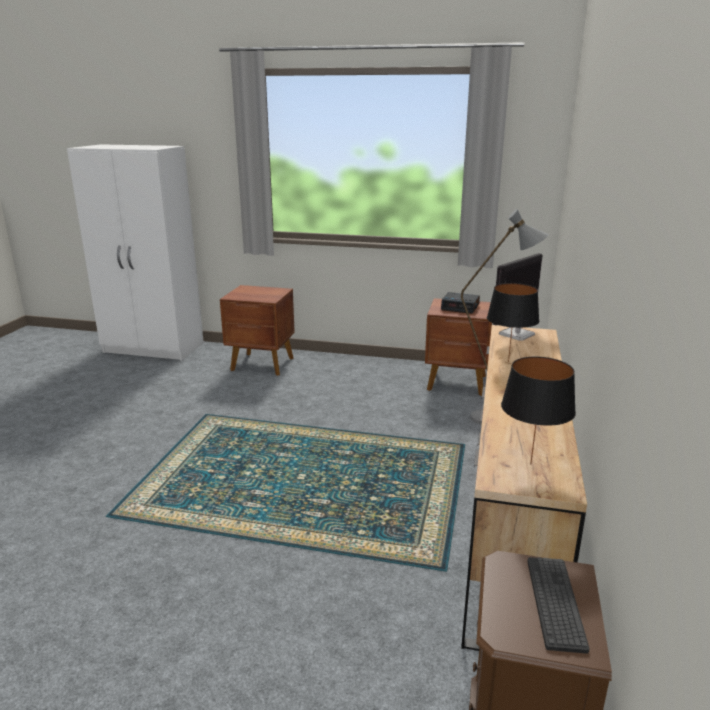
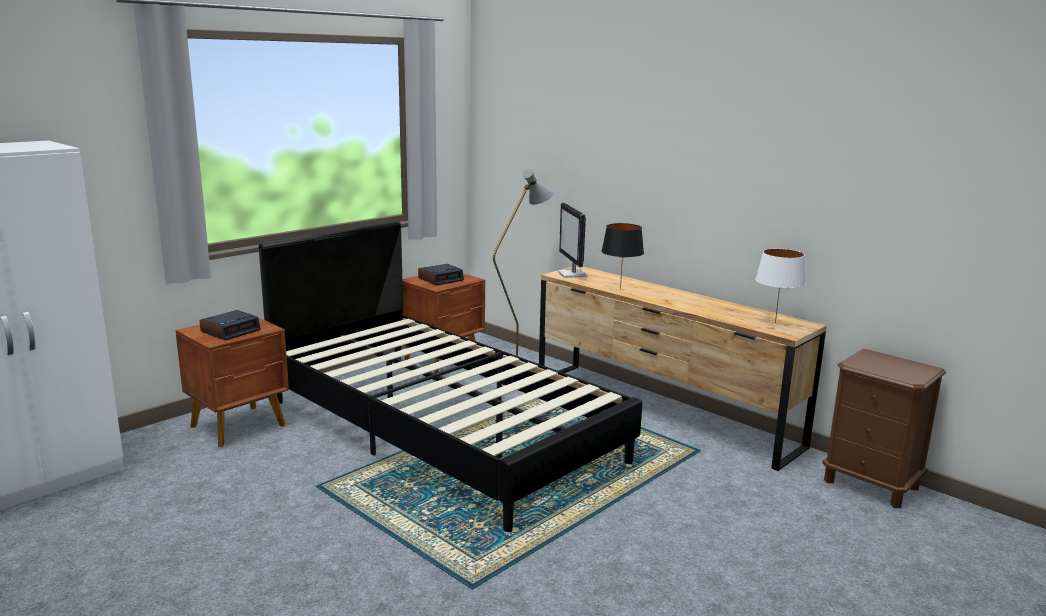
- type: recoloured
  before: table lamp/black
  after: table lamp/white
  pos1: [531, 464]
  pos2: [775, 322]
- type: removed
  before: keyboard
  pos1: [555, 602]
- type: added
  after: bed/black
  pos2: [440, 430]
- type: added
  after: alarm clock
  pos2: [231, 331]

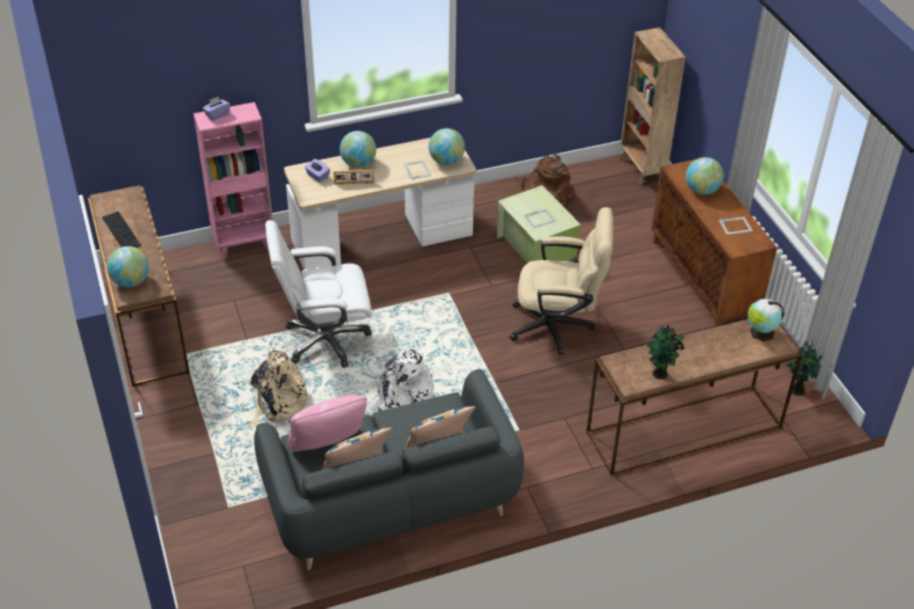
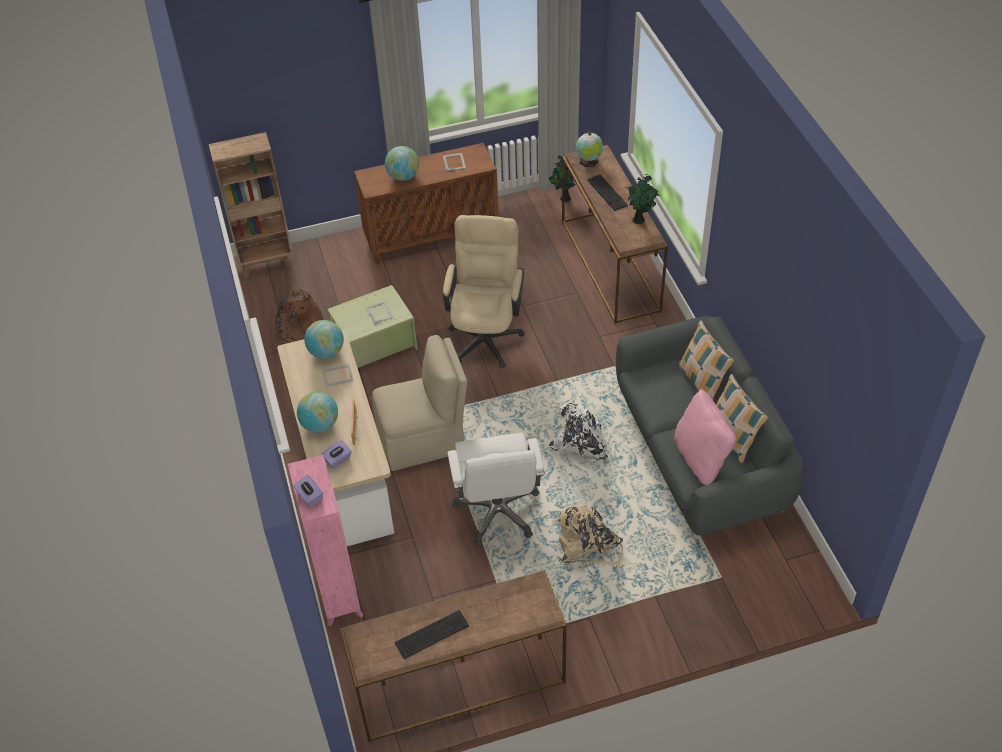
- type: removed
  before: globe
  pos1: [131, 281]
- type: added
  after: keyboard
  pos2: [607, 192]
- type: added
  after: chair/beige
  pos2: [423, 440]

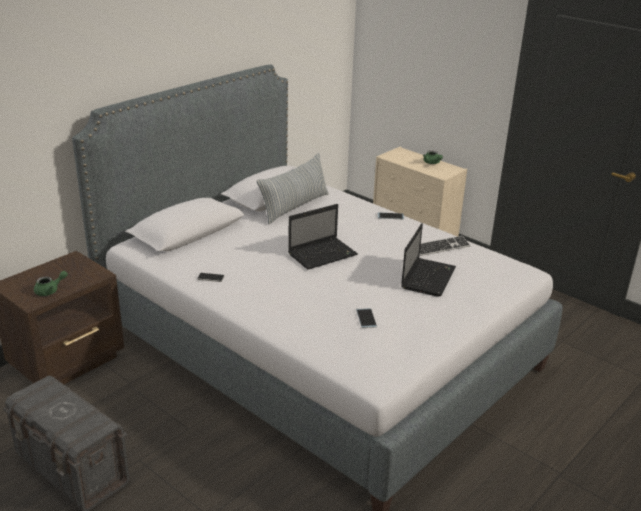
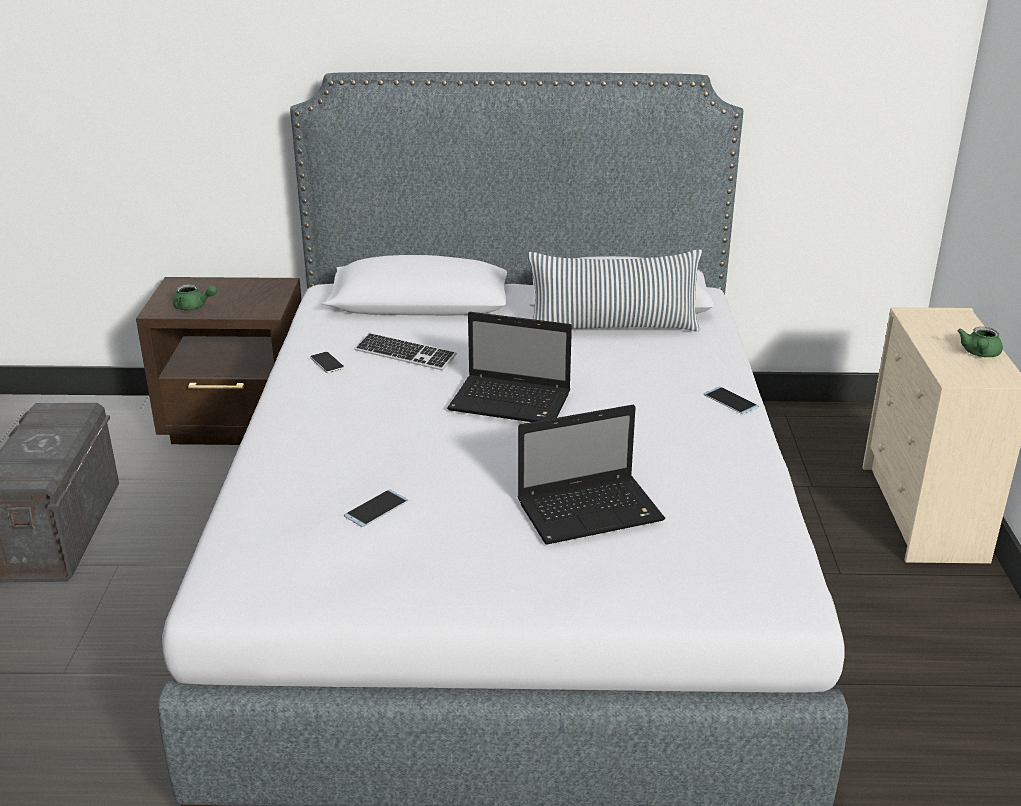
- type: moved
  before: keyboard
  pos1: [441, 247]
  pos2: [405, 354]

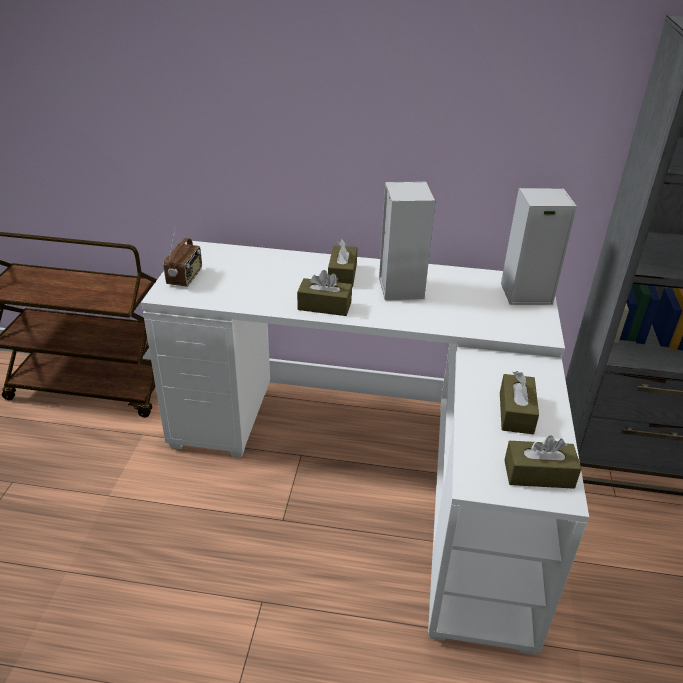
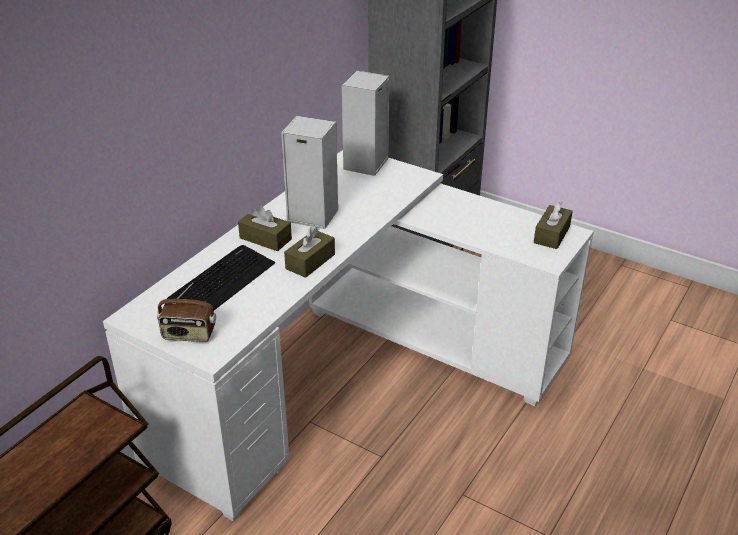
- type: turned
  before: radio
  pos1: [185, 277]
  pos2: [188, 335]
  turn: 150
- type: removed
  before: tissue box/brown
  pos1: [516, 413]
- type: added
  after: keyboard
  pos2: [221, 282]

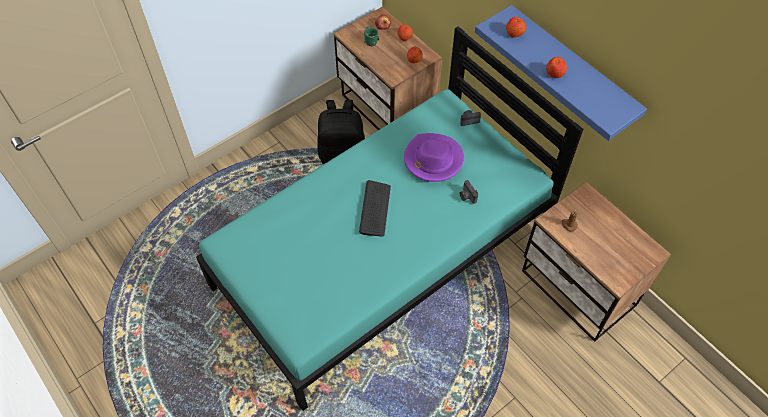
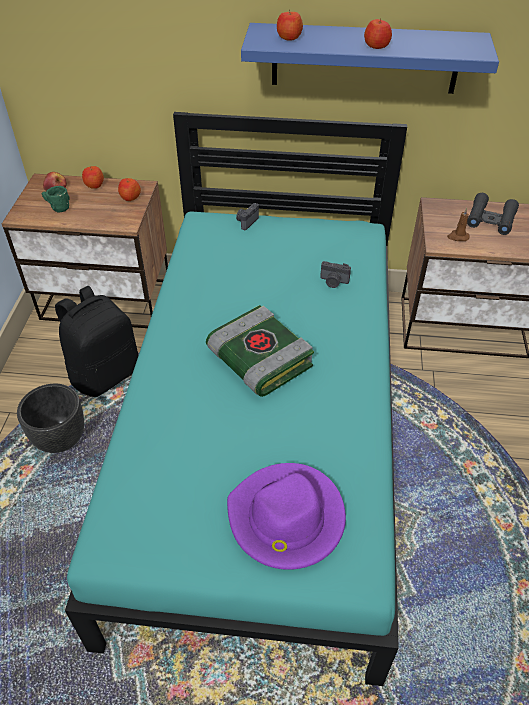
- type: moved
  before: hat/purple
  pos1: [433, 159]
  pos2: [286, 518]
- type: replaced
  before: keyboard
  after: book
  pos1: [375, 209]
  pos2: [258, 359]
- type: added
  after: binoculars/black
  pos2: [491, 219]
- type: added
  after: planter/black
  pos2: [60, 440]

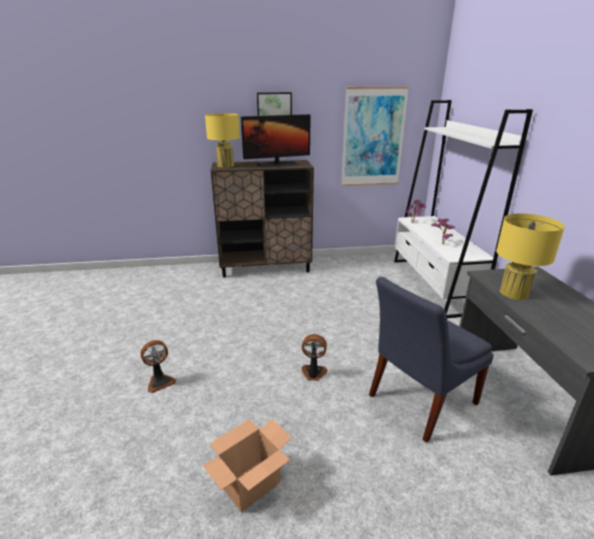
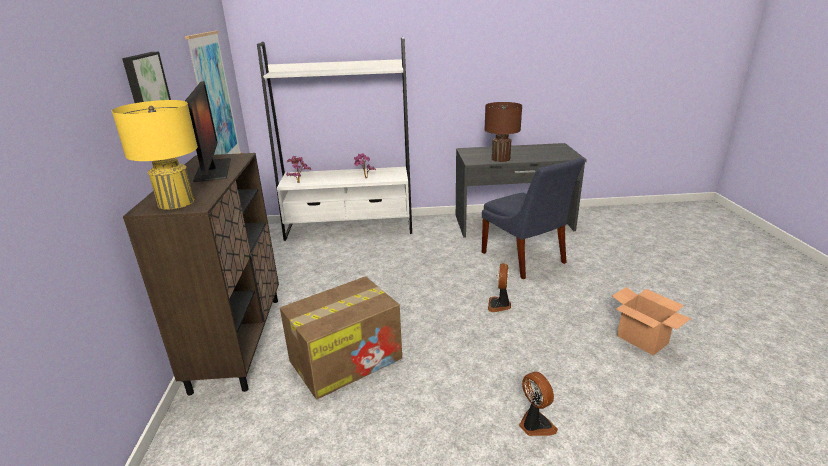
- type: recoloured
  before: table lamp/yellow
  after: table lamp/brown
  pos1: [514, 293]
  pos2: [500, 159]
- type: added
  after: cardboard box
  pos2: [347, 359]

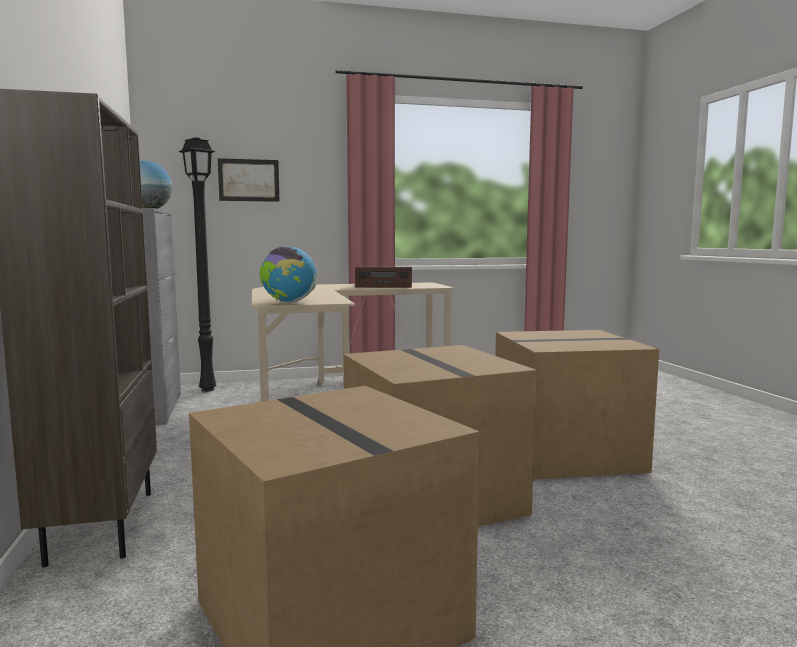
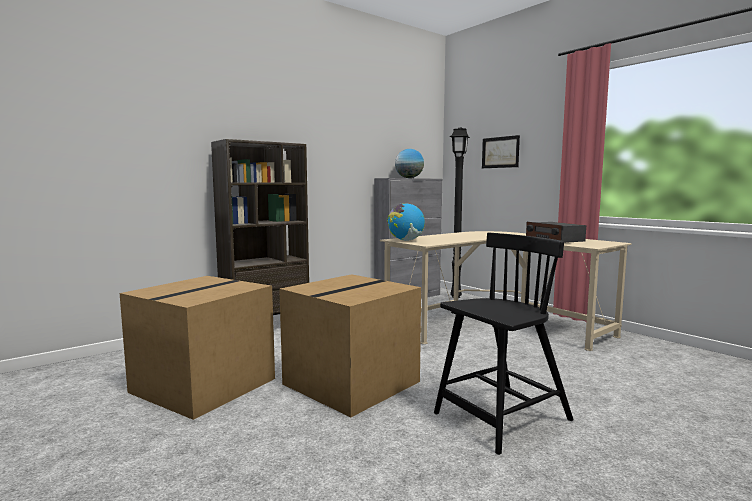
- type: replaced
  before: cardboard box
  after: chair/black
  pos1: [567, 452]
  pos2: [501, 418]

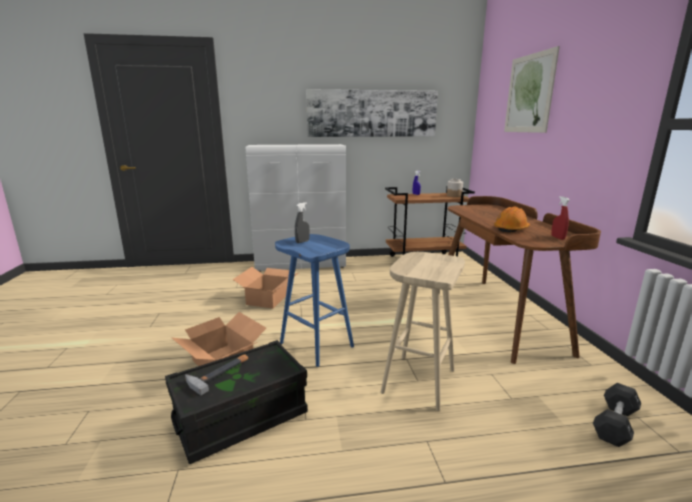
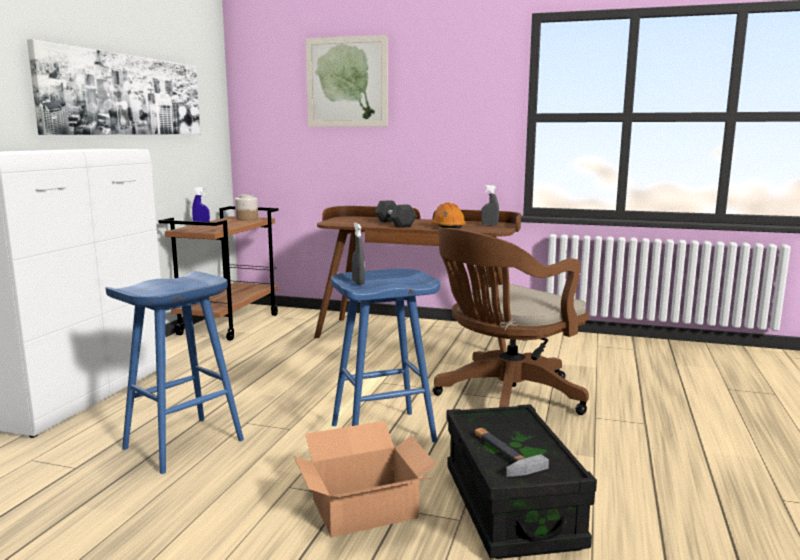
- type: recoloured
  before: spray bottle/red
  after: spray bottle/grey
  pos1: [557, 237]
  pos2: [489, 225]
- type: replaced
  before: stool/beige
  after: office chair/brown
  pos1: [418, 380]
  pos2: [504, 398]
- type: replaced
  before: cardboard box
  after: stool/blue
  pos1: [267, 299]
  pos2: [183, 445]
- type: moved
  before: dumbbell/black
  pos1: [615, 424]
  pos2: [394, 224]

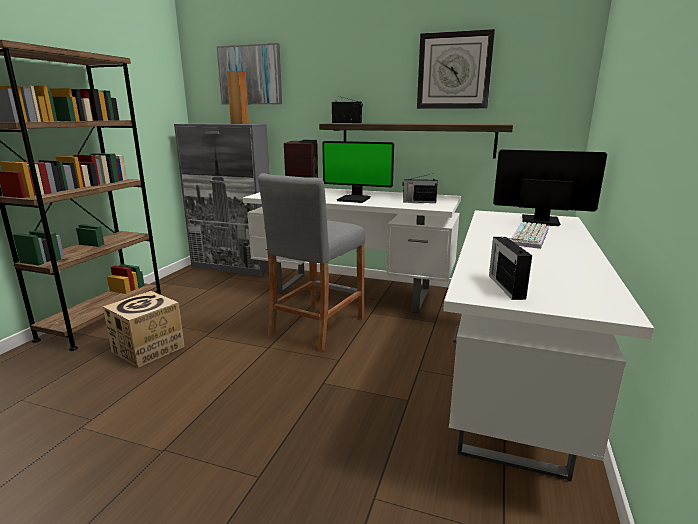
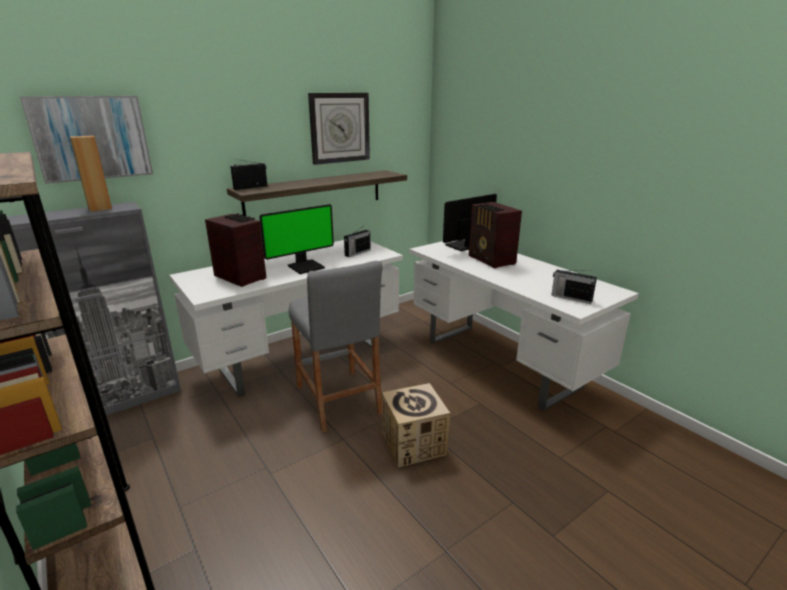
- type: replaced
  before: keyboard
  after: radio
  pos1: [531, 236]
  pos2: [491, 260]
- type: moved
  before: cardboard box
  pos1: [148, 349]
  pos2: [414, 444]

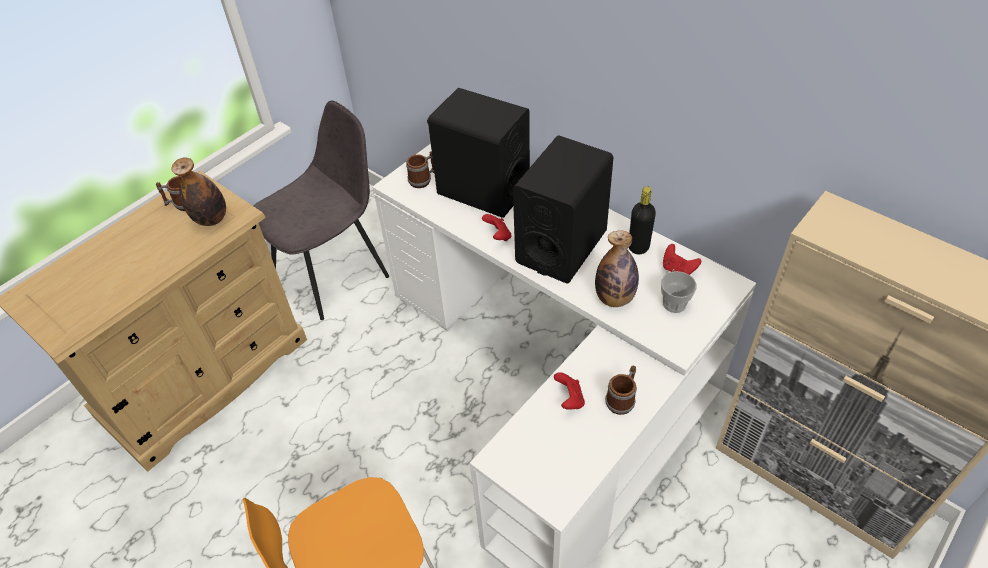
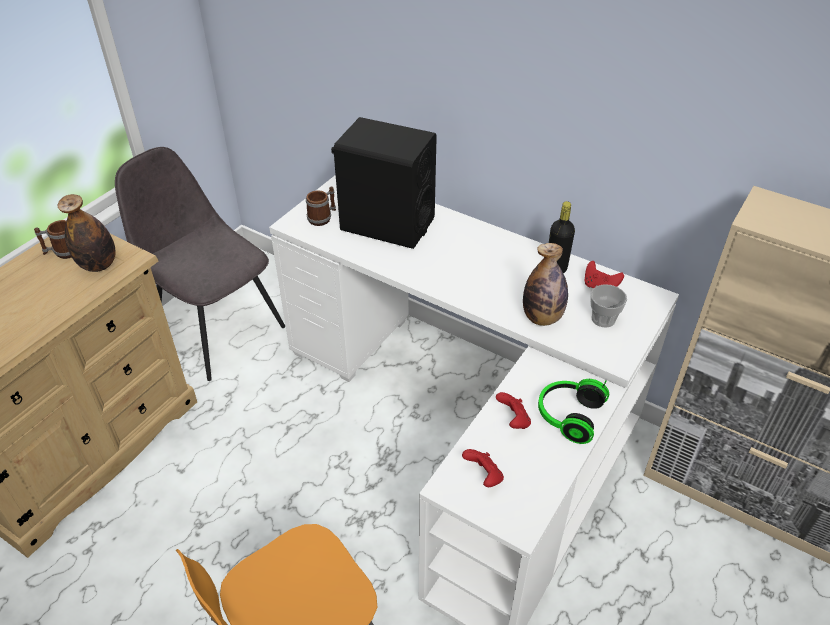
- type: turned
  before: chair/grey
  pos1: [333, 271]
  pos2: [218, 331]
  turn: -90
- type: removed
  before: speaker/black
  pos1: [561, 246]
- type: moved
  before: game controller/red
  pos1: [498, 236]
  pos2: [484, 476]
- type: replaced
  before: mug
  after: headphones
  pos1: [622, 399]
  pos2: [568, 416]

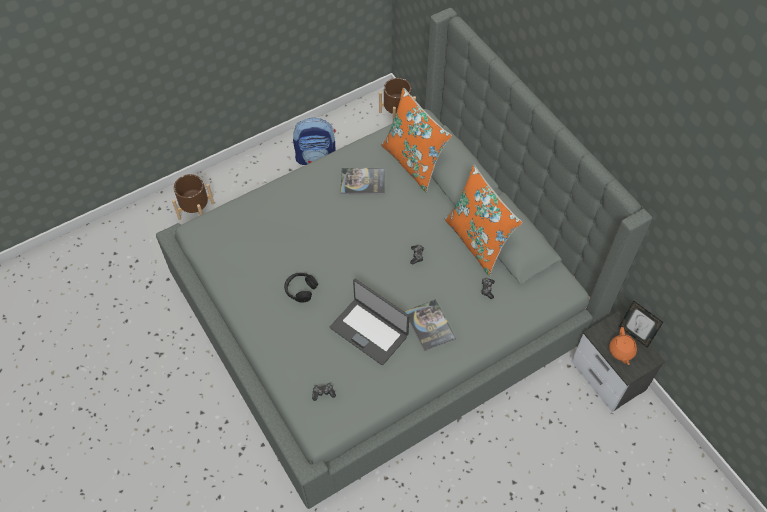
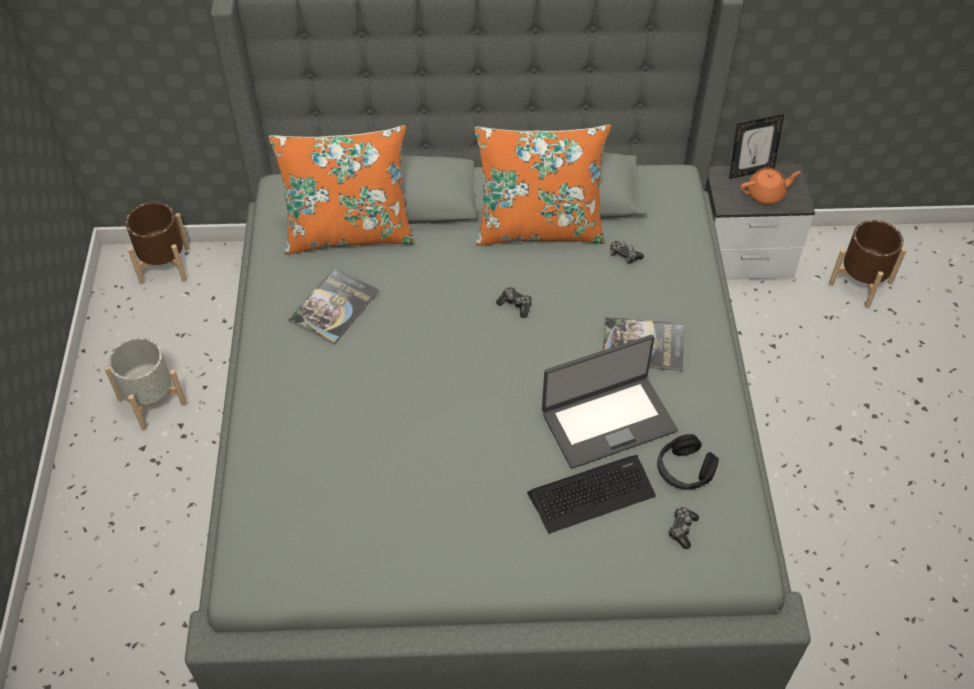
- type: replaced
  before: backpack
  after: planter/grey
  pos1: [316, 157]
  pos2: [152, 401]
- type: moved
  before: planter/brown
  pos1: [196, 210]
  pos2: [860, 283]
- type: moved
  before: headphones/black
  pos1: [300, 289]
  pos2: [684, 470]
- type: turned
  before: teapot/orange
  pos1: [621, 351]
  pos2: [766, 194]
  turn: -45
- type: added
  after: keyboard
  pos2: [592, 494]

